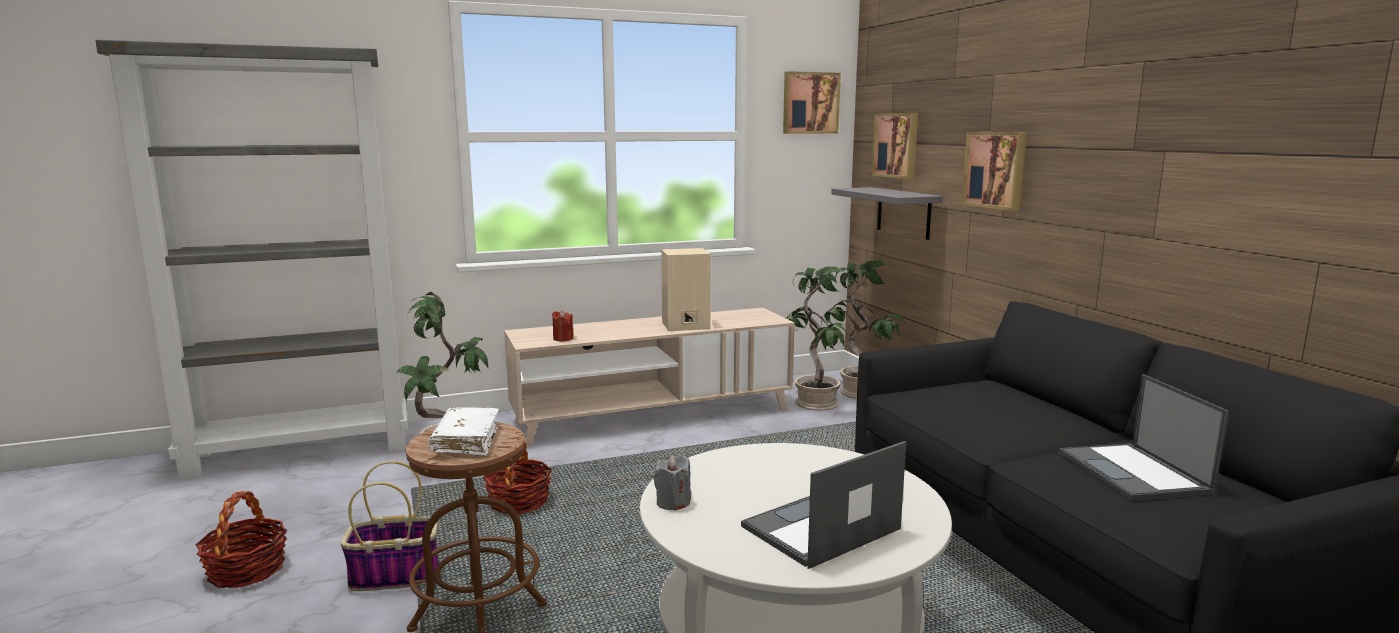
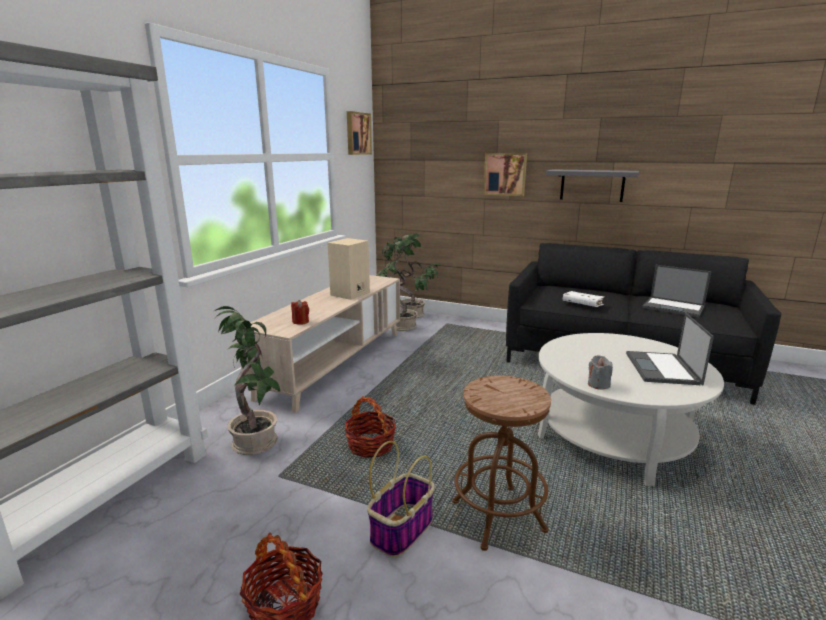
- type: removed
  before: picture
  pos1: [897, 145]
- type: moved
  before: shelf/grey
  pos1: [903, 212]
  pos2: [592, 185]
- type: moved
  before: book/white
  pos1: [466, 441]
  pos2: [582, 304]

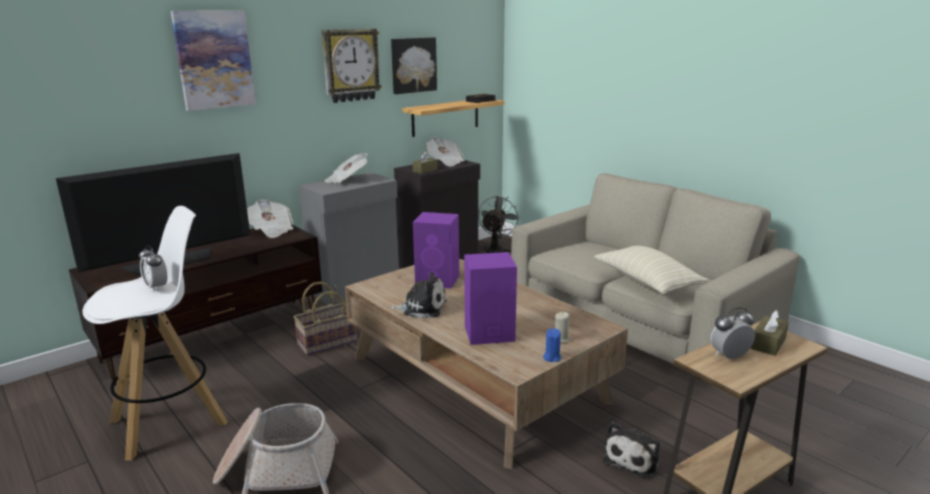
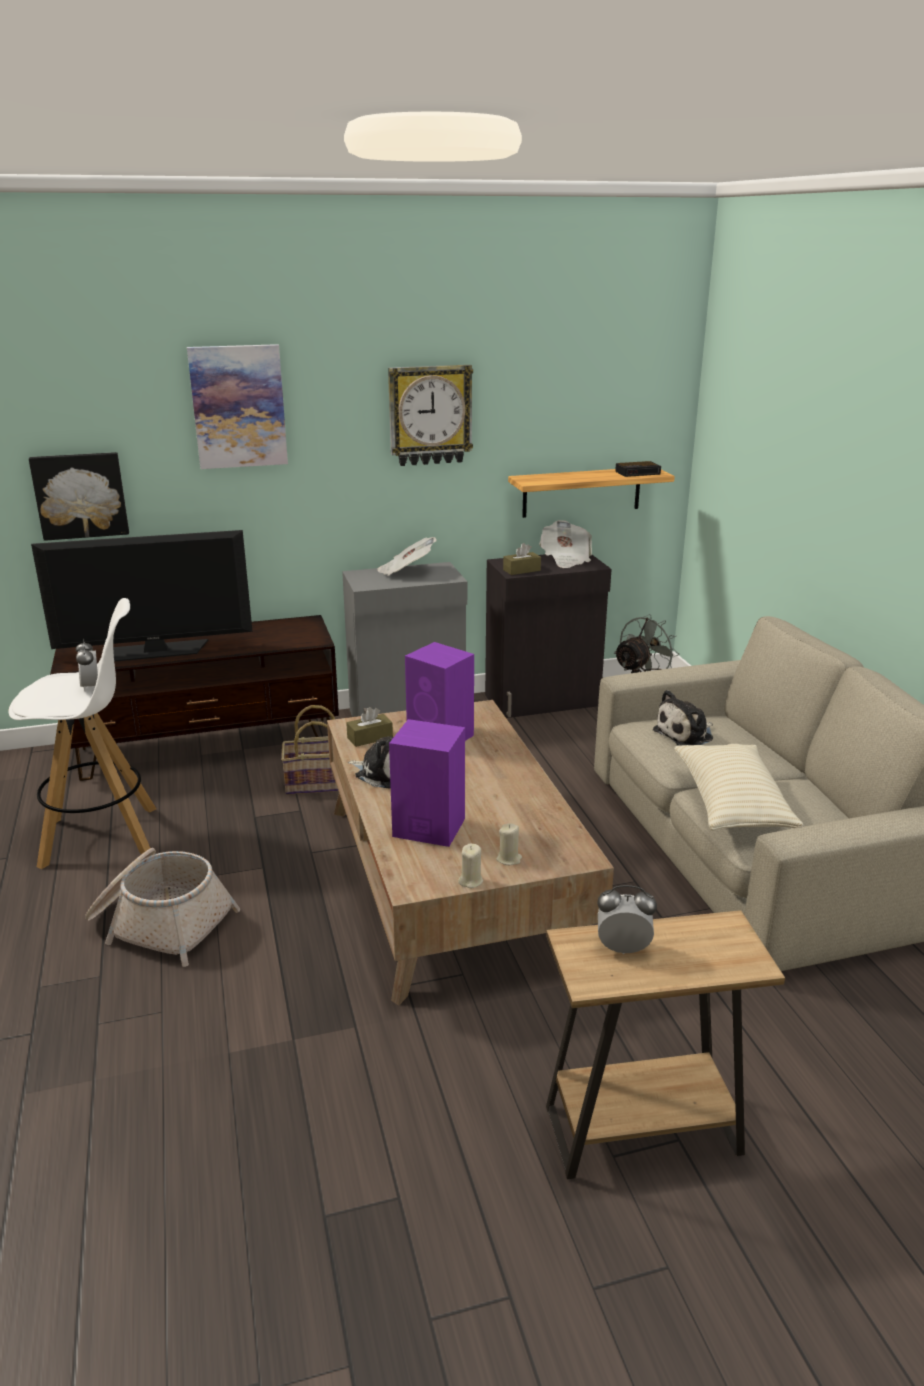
- type: moved
  before: picture
  pos1: [413, 65]
  pos2: [80, 495]
- type: removed
  before: newspaper
  pos1: [271, 230]
- type: moved
  before: tissue box/brown
  pos1: [768, 343]
  pos2: [370, 738]
- type: recoloured
  before: candle/blue
  after: candle/beige
  pos1: [552, 357]
  pos2: [470, 881]
- type: moved
  before: plush toy
  pos1: [633, 459]
  pos2: [686, 734]

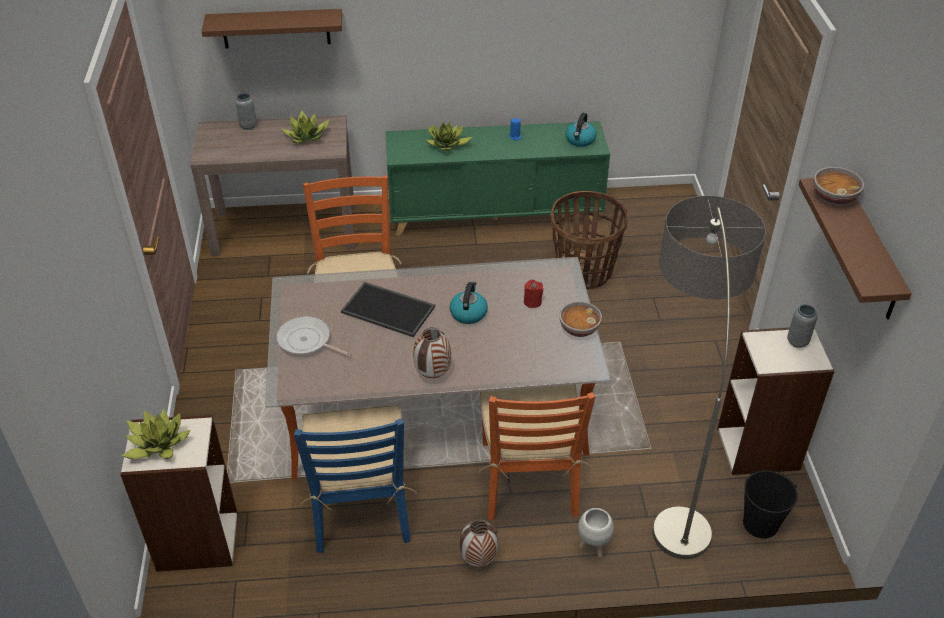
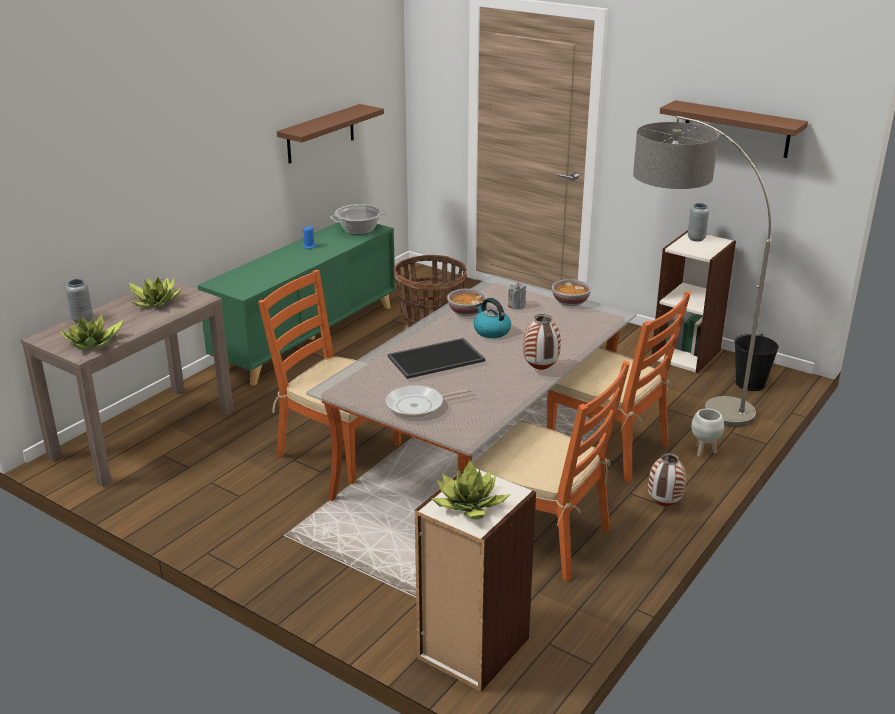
- type: moved
  before: shelf/brown
  pos1: [276, 28]
  pos2: [320, 134]
- type: replaced
  before: kettle
  after: cooking pot
  pos1: [580, 140]
  pos2: [359, 230]
- type: moved
  before: potted plant
  pos1: [447, 144]
  pos2: [93, 343]
- type: moved
  before: bowl
  pos1: [833, 197]
  pos2: [466, 312]
- type: recoloured
  before: candle/red
  after: candle/grey
  pos1: [532, 302]
  pos2: [516, 306]
- type: recoloured
  before: chair/blue
  after: chair/orange
  pos1: [361, 507]
  pos2: [543, 536]

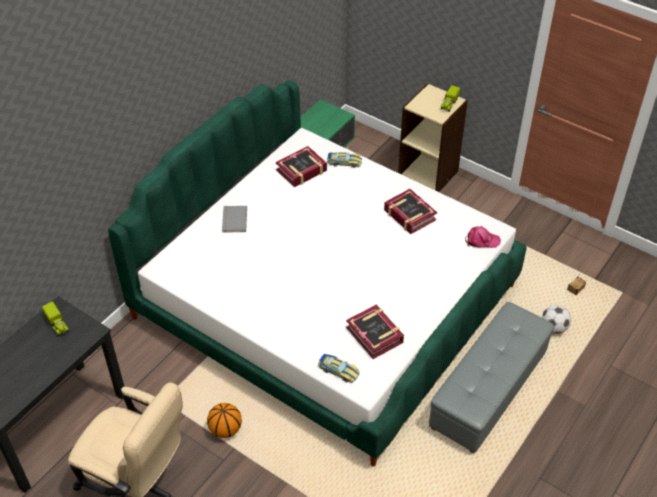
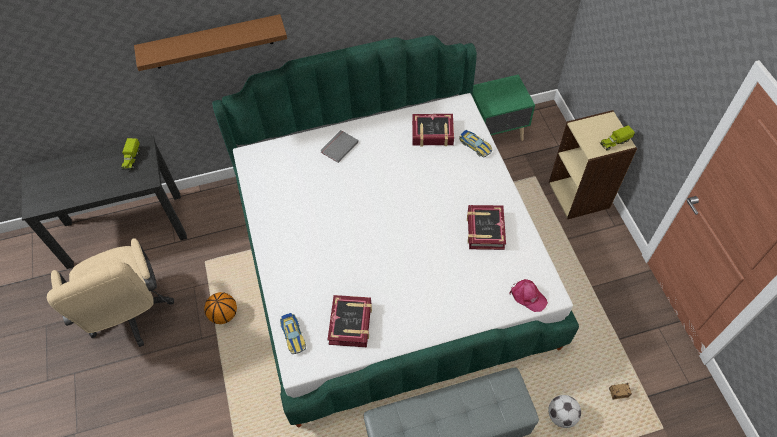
- type: added
  after: shelf/brown
  pos2: [212, 42]

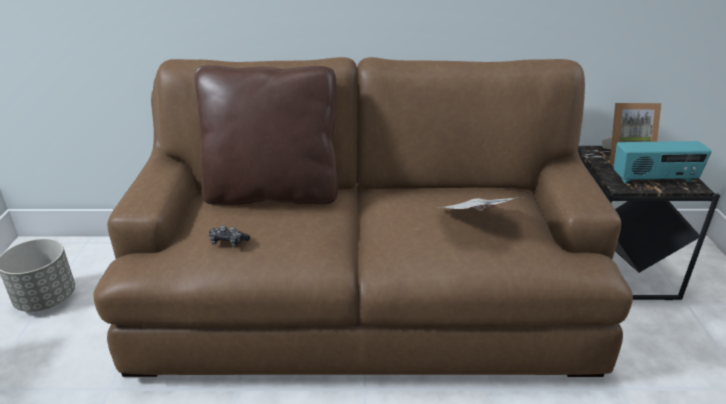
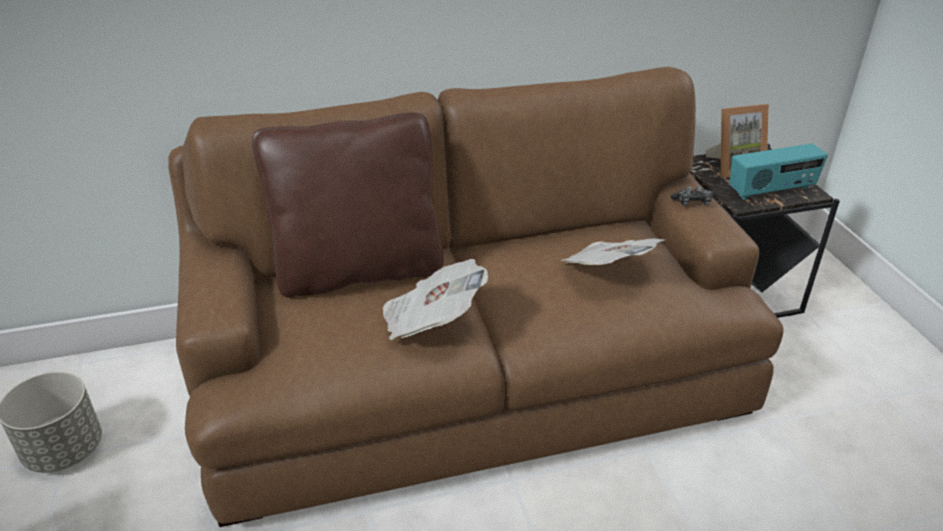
- type: moved
  before: game controller
  pos1: [228, 242]
  pos2: [692, 203]
- type: added
  after: newspaper
  pos2: [431, 321]

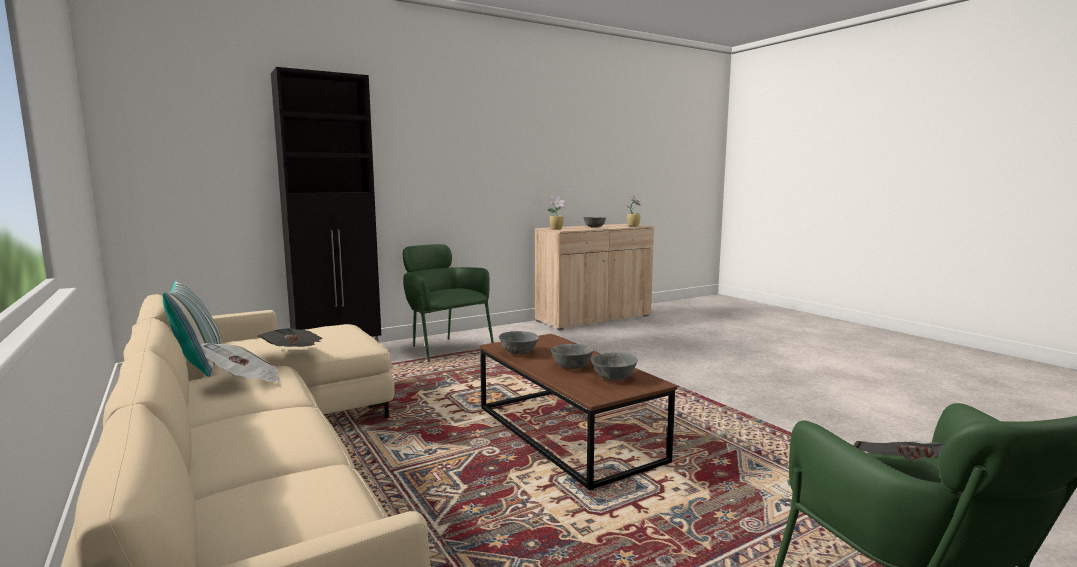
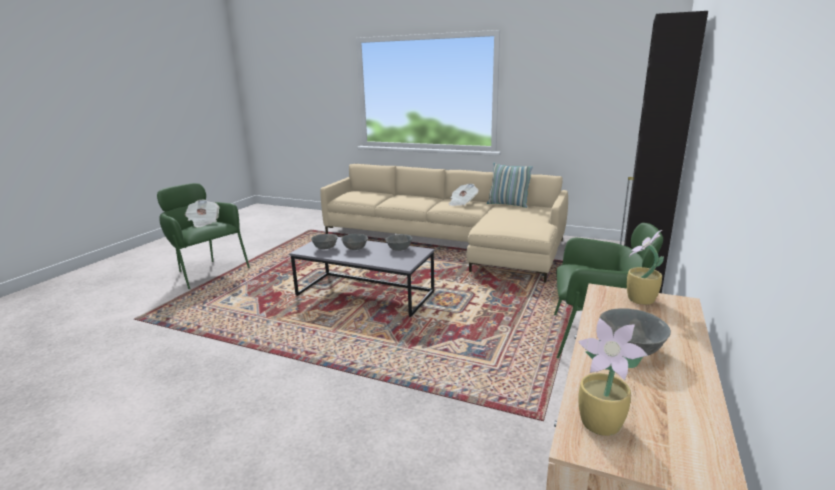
- type: removed
  before: newspaper
  pos1: [294, 354]
- type: recoloured
  before: coffee table/brown
  after: coffee table/grey
  pos1: [567, 434]
  pos2: [364, 294]

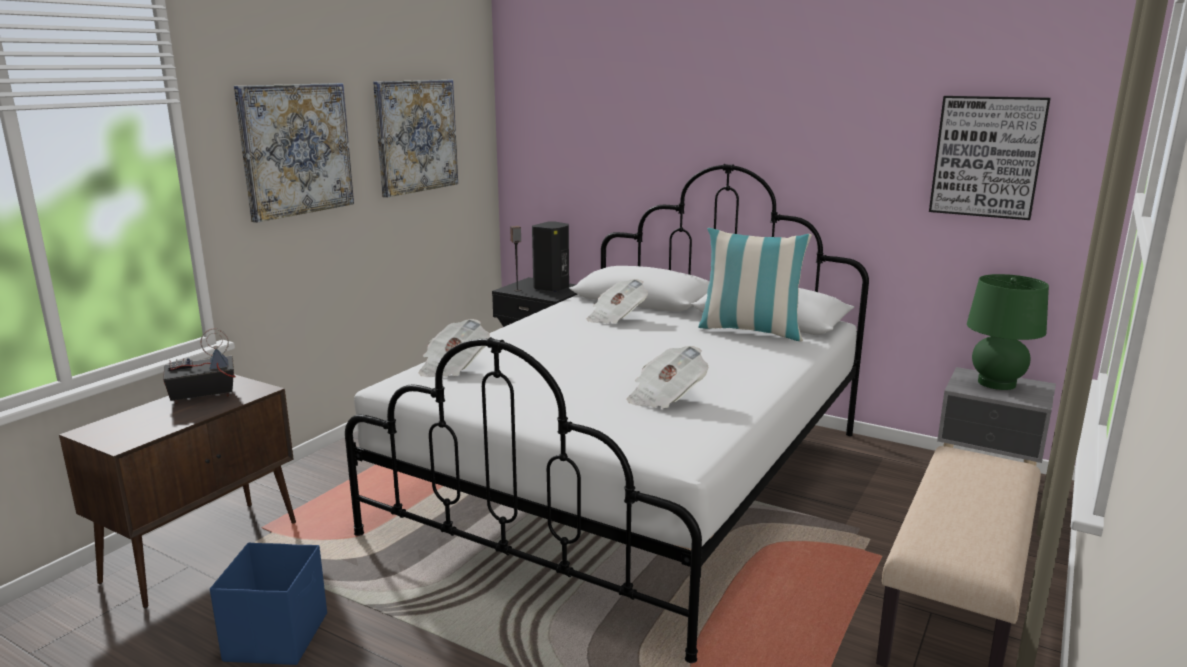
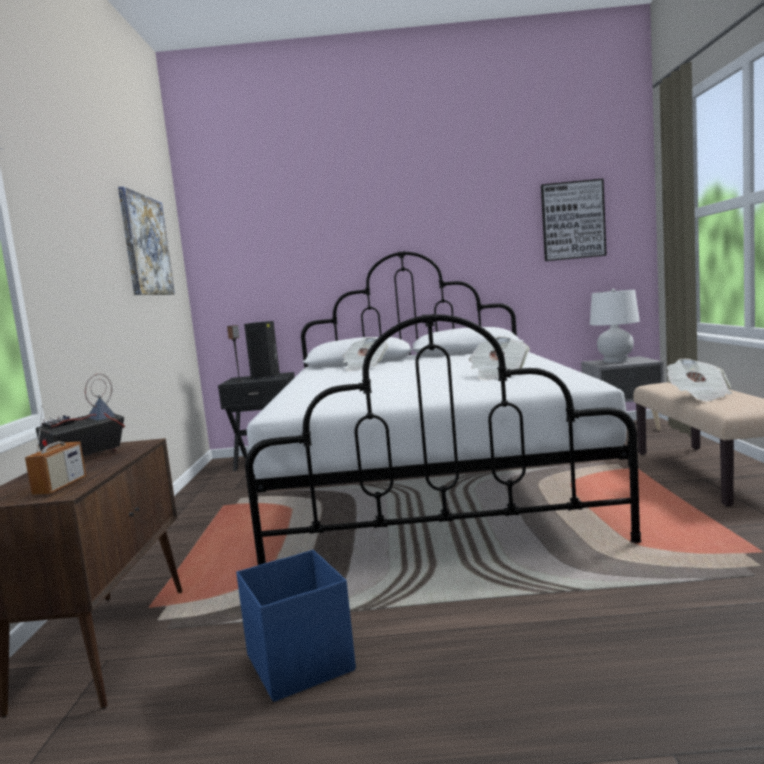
- type: removed
  before: picture
  pos1: [296, 149]
- type: removed
  before: pillow
  pos1: [750, 331]
- type: recoloured
  before: table lamp/green
  after: table lamp/white
  pos1: [996, 383]
  pos2: [615, 361]
- type: moved
  before: newspaper
  pos1: [453, 367]
  pos2: [699, 395]
- type: added
  after: radio
  pos2: [60, 486]

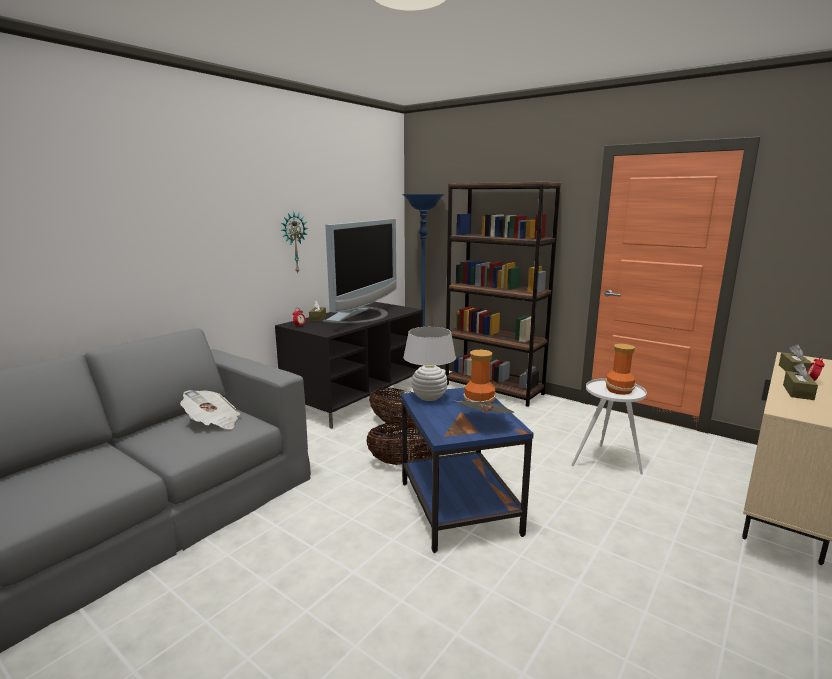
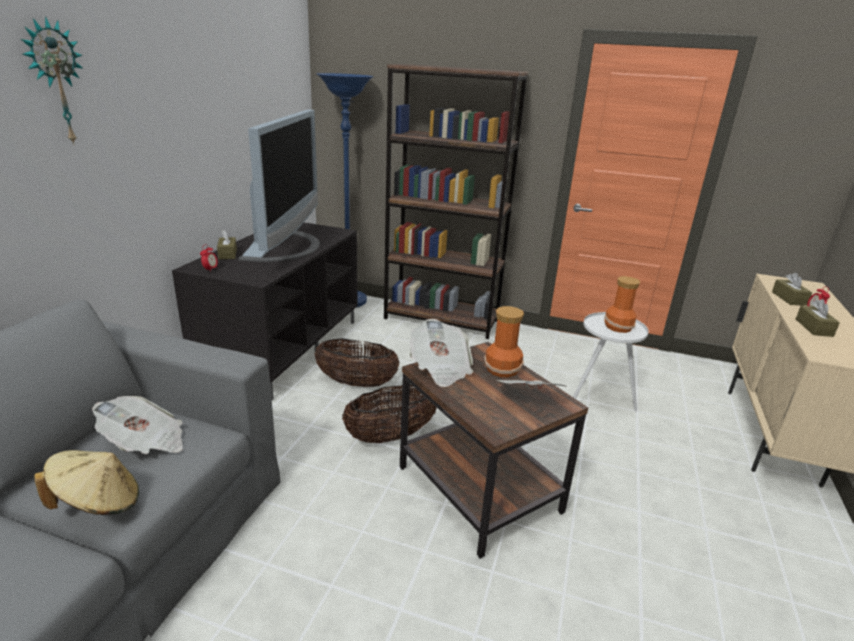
- type: moved
  before: wall clock
  pos1: [294, 242]
  pos2: [56, 83]
- type: replaced
  before: table lamp/white
  after: newspaper
  pos1: [429, 397]
  pos2: [440, 368]
- type: recoloured
  before: side table/blue
  after: side table/brown
  pos1: [457, 508]
  pos2: [477, 490]
- type: added
  after: hat/beige
  pos2: [98, 503]

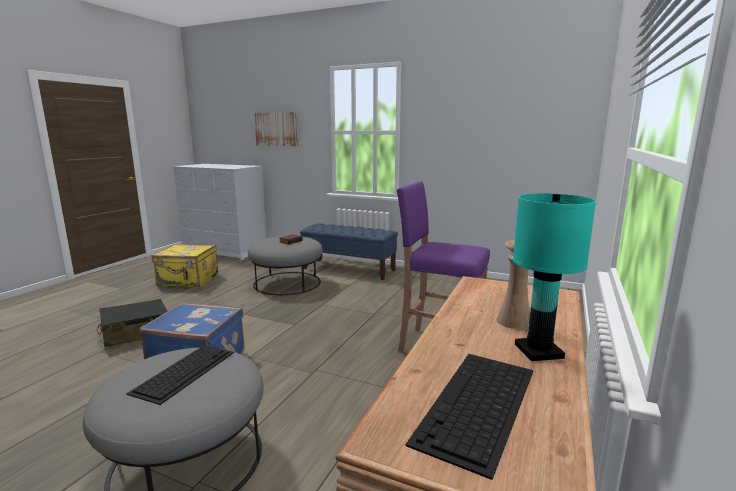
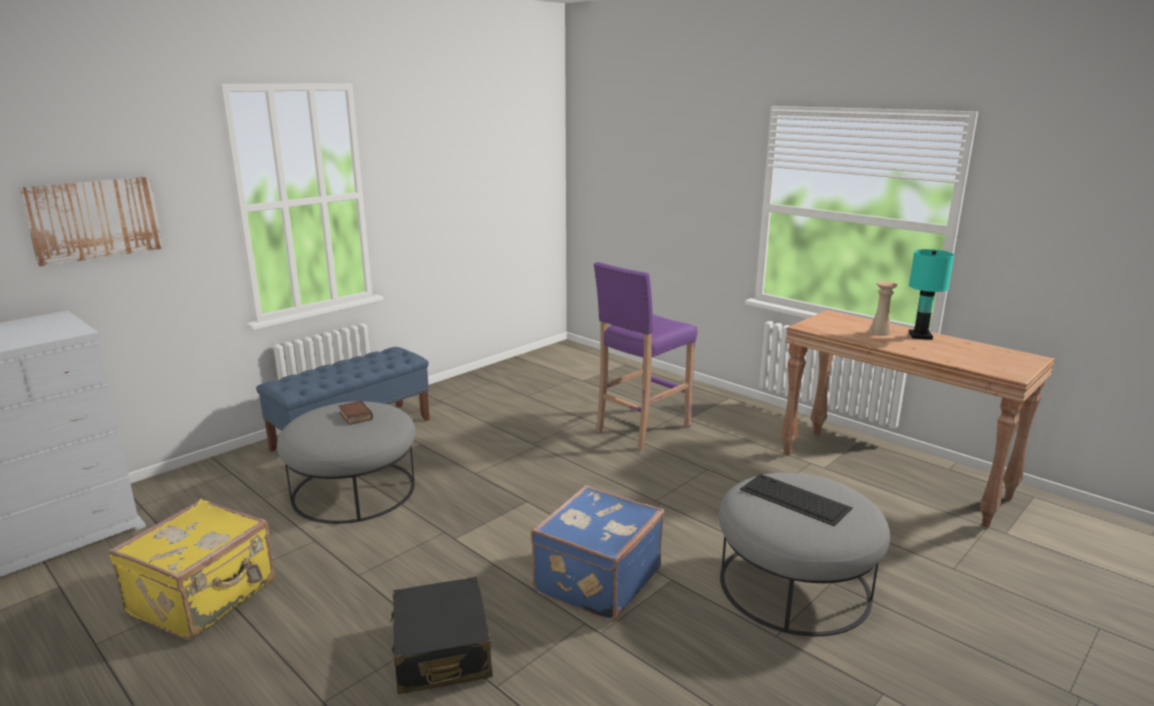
- type: removed
  before: keyboard
  pos1: [478, 405]

